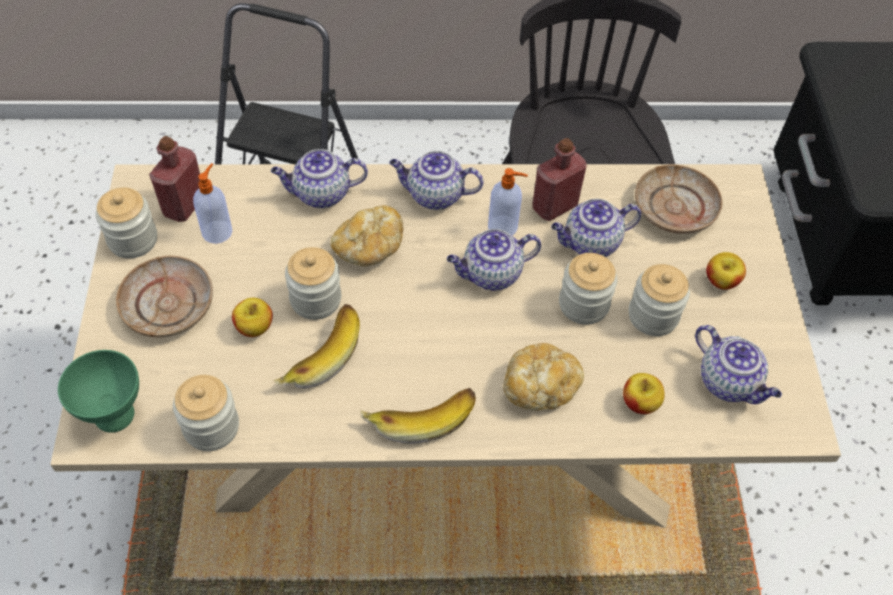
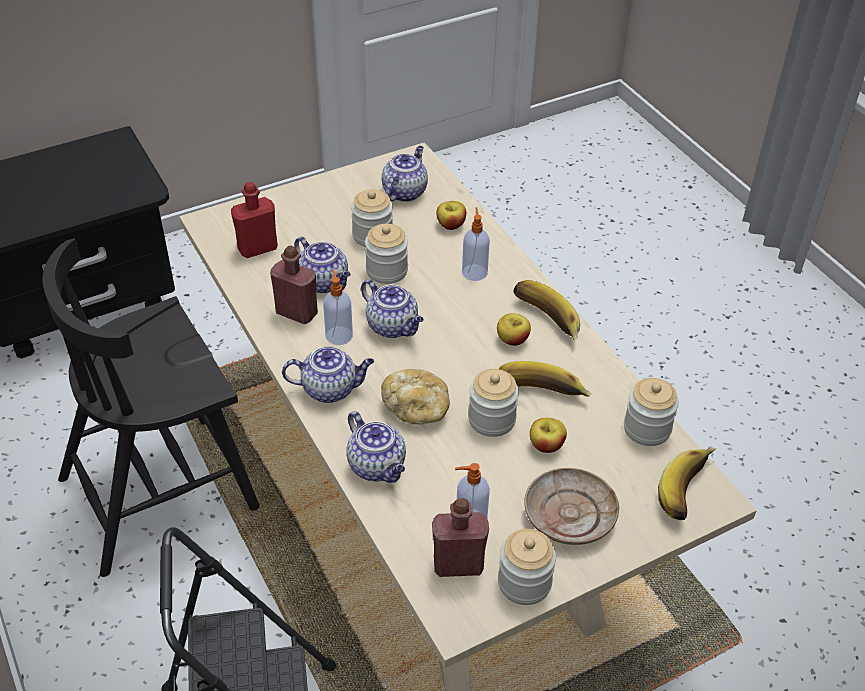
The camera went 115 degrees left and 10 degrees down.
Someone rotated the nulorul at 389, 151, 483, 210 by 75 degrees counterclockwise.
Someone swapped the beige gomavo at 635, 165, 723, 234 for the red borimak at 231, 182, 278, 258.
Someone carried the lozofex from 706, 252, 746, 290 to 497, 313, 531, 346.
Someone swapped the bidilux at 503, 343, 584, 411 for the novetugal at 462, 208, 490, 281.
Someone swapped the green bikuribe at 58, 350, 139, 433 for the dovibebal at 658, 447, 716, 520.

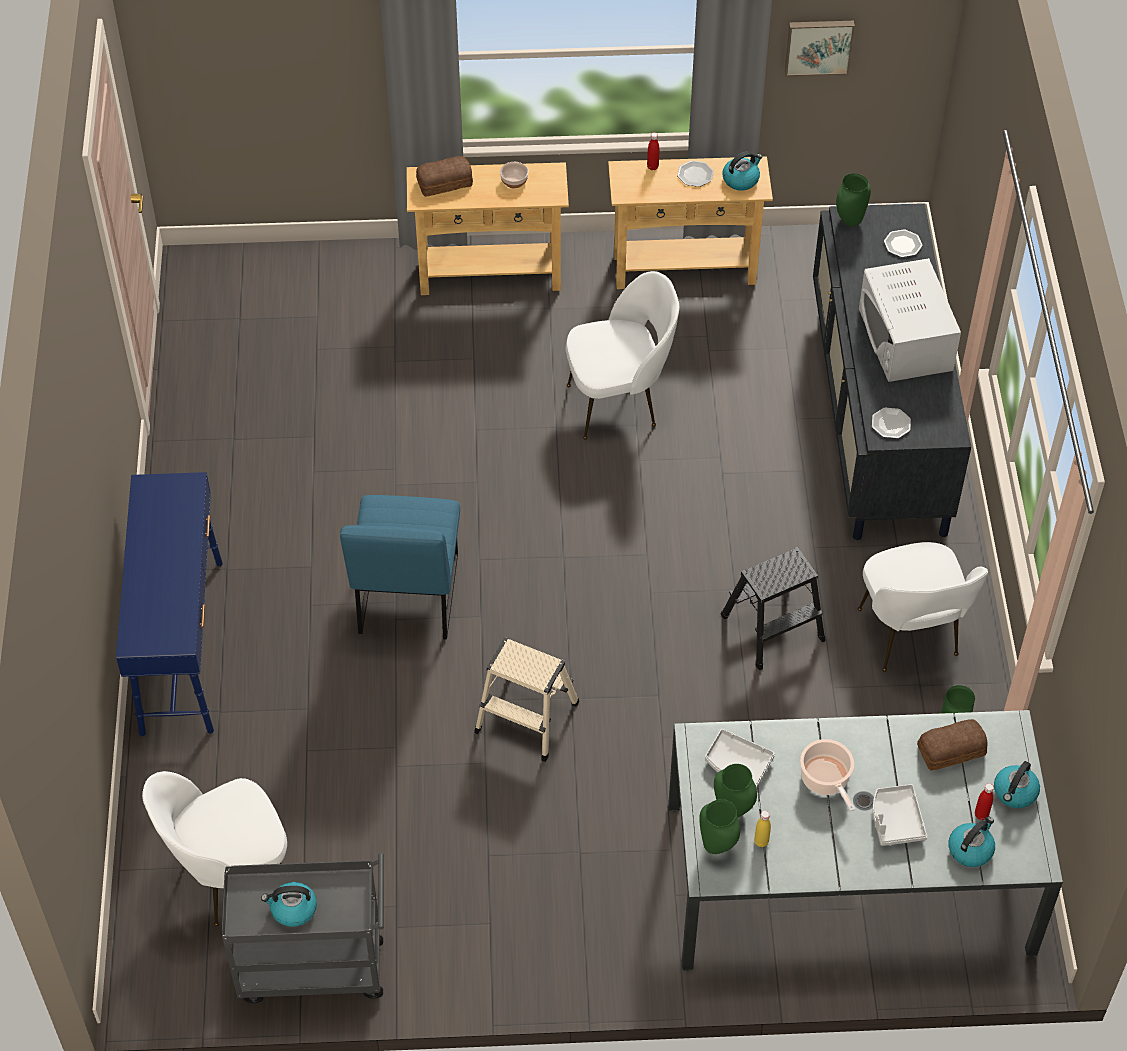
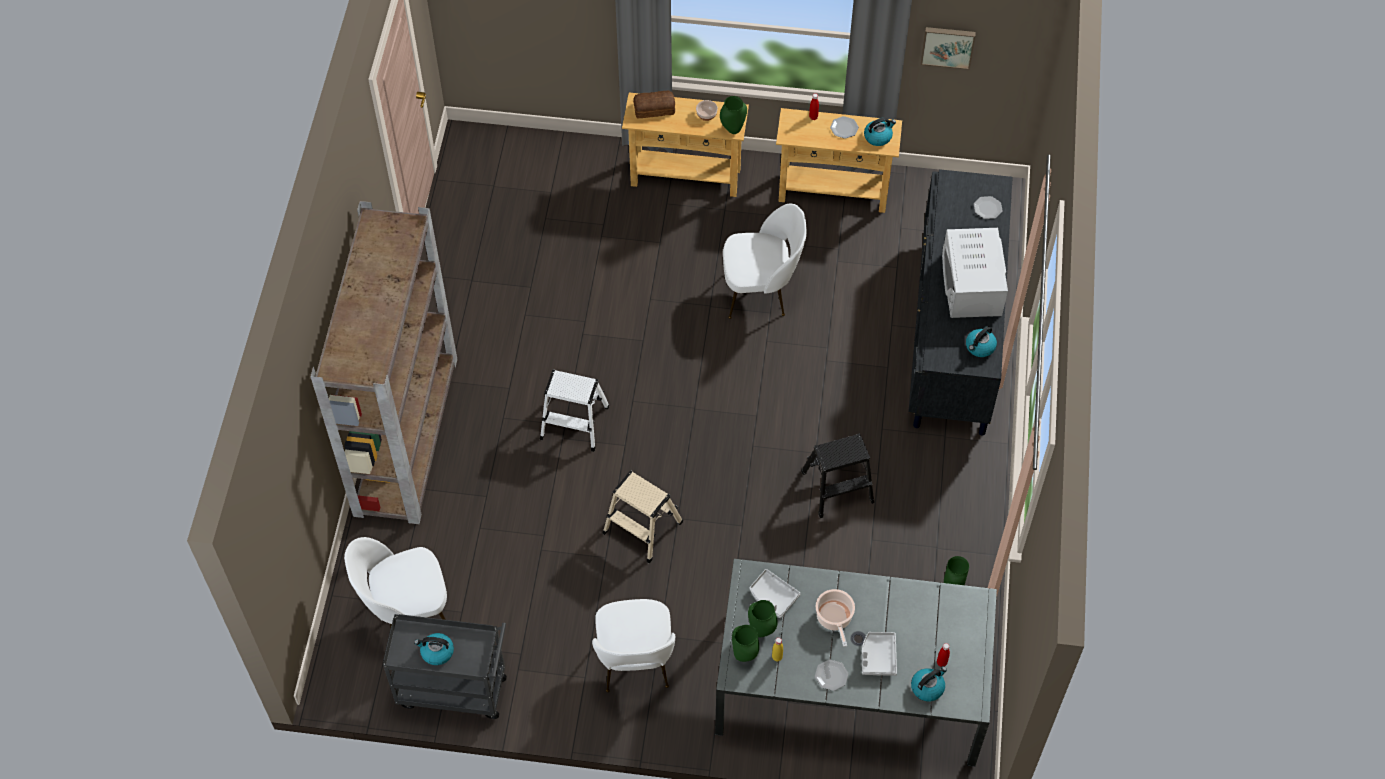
The camera went 10 degrees right and 5 degrees up.
Someone carried the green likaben from 836, 173, 871, 227 to 720, 96, 747, 134.
Someone carried the gomavo from 872, 408, 911, 438 to 815, 660, 848, 691.
Someone swapped the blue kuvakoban at 116, 472, 223, 736 for the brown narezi at 311, 201, 458, 524.
Someone swapped the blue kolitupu at 340, 495, 460, 640 for the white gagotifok at 540, 369, 610, 452.
Someone carried the white kolitupu from 858, 542, 988, 672 to 592, 599, 675, 692.
Someone took away the bidilux at 917, 719, 988, 771.
Someone carried the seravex from 994, 761, 1040, 808 to 966, 326, 997, 357.

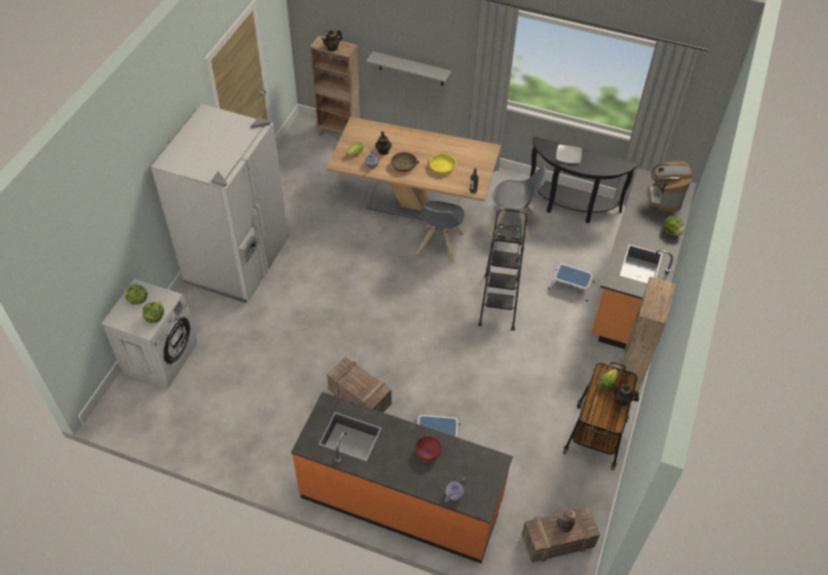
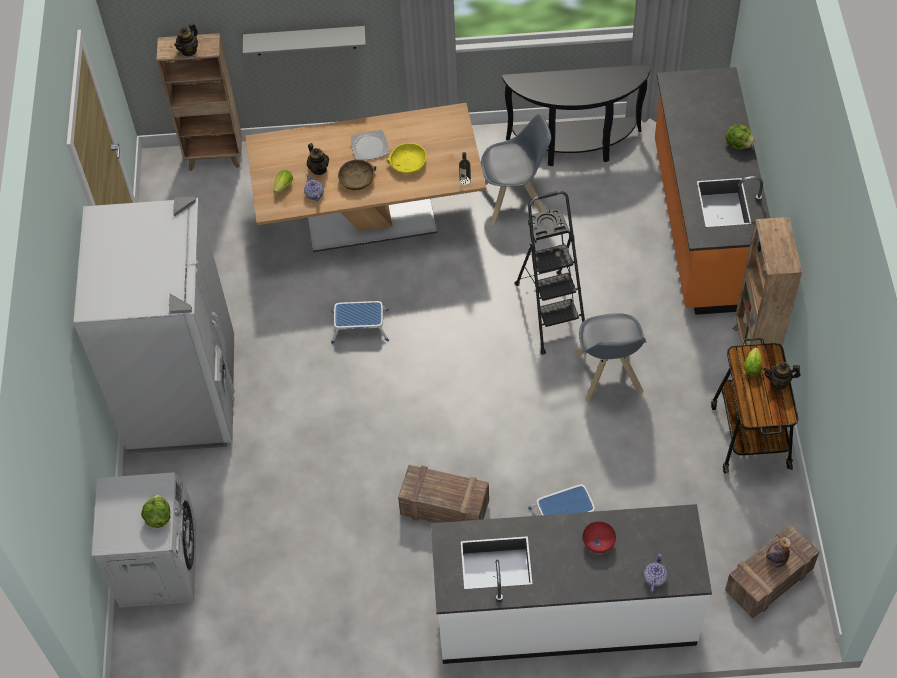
The camera went 20 degrees left and 5 degrees up.
Someone carried the gomavo from 556, 144, 582, 164 to 351, 130, 389, 160.
Someone took away the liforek at 649, 160, 693, 211.
Someone carried the grey kolitupu from 416, 201, 464, 263 to 575, 313, 646, 402.
Someone carried the blue gagotifok from 548, 264, 595, 302 to 331, 301, 389, 344.
Someone took away the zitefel at 123, 284, 147, 305.
Someone repainted the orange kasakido at 291, 392, 513, 563, which became the white kasakido at 431, 504, 712, 664.

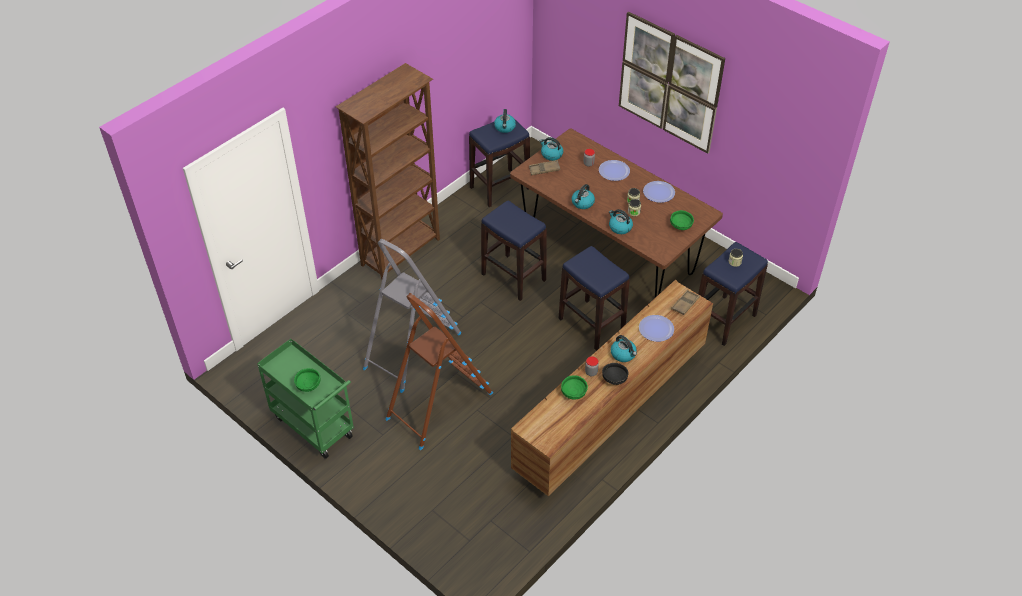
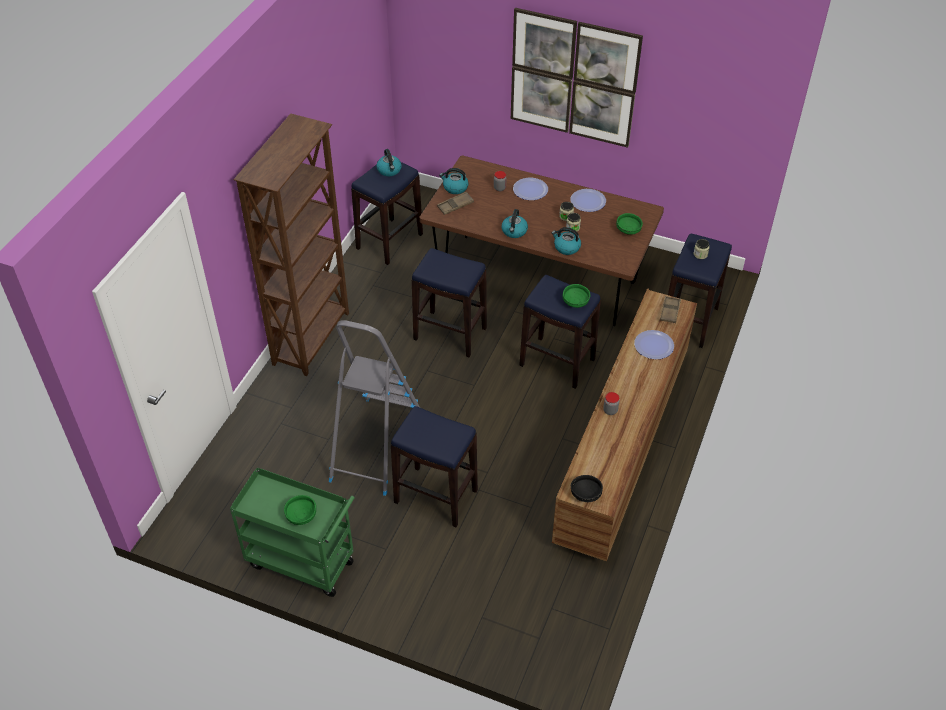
The camera went 20 degrees left and 0 degrees up.
Someone swapped the brown gagotifok at 386, 293, 493, 450 for the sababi at 391, 406, 478, 527.
Someone took away the seravex at 611, 335, 637, 362.
Someone carried the black bikuribe from 602, 363, 629, 385 to 571, 475, 603, 502.
Someone carried the green bikuribe from 561, 375, 588, 400 to 562, 284, 590, 308.

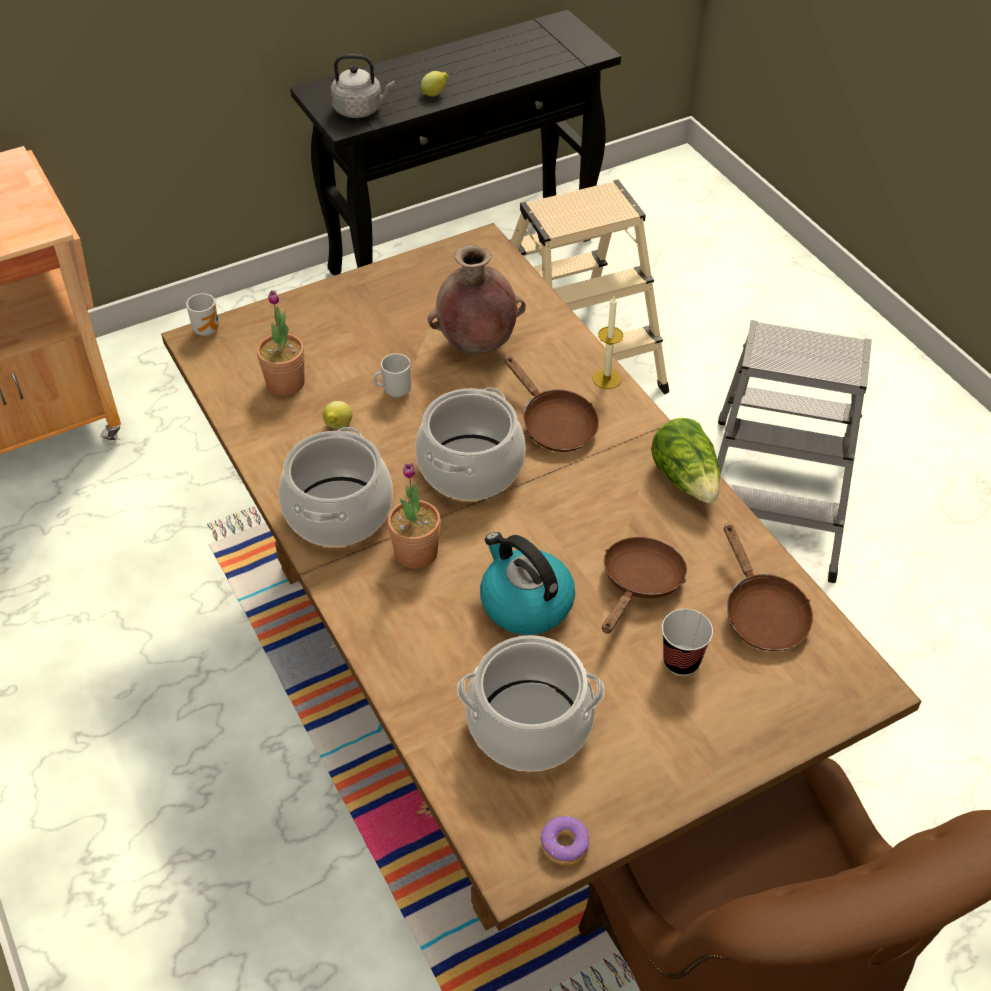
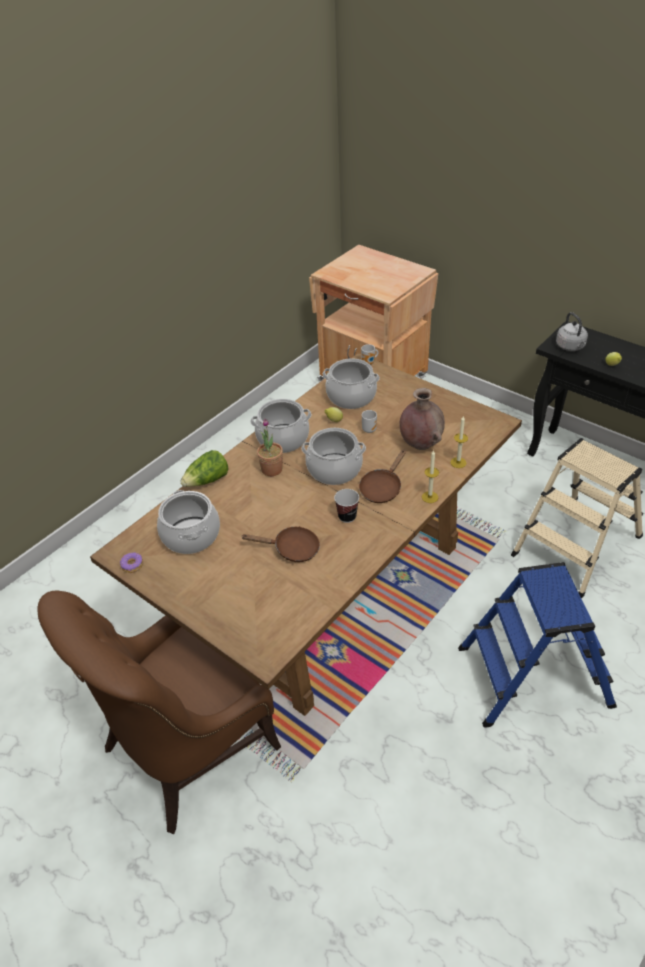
The camera went 70 degrees right and 5 degrees down.
Someone swapped the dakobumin at 257, 290, 305, 396 for the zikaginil at 323, 358, 380, 409.
Someone repainted the grey gagotifok at 717, 320, 872, 583, which became the blue gagotifok at 458, 562, 617, 728.
Someone carried the zitefel from 651, 418, 720, 503 to 180, 450, 229, 487.
Someone took away the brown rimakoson at 724, 523, 813, 651.
Someone took away the seravex at 480, 532, 575, 635.
Someone carried the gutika from 662, 609, 713, 676 to 334, 489, 359, 523.
Someone put down the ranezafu at 450, 416, 468, 468.

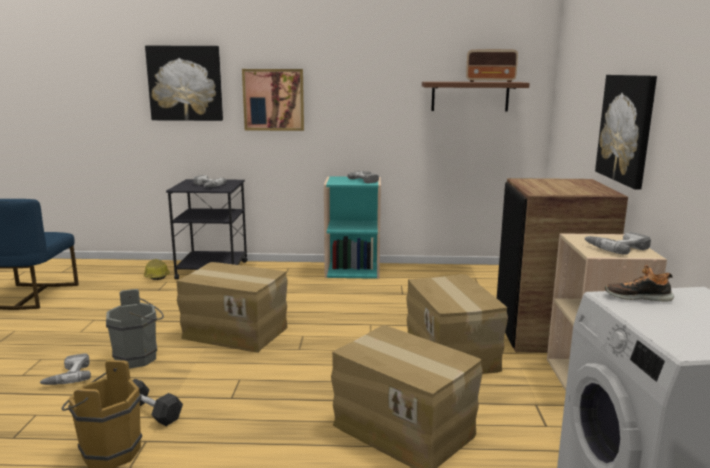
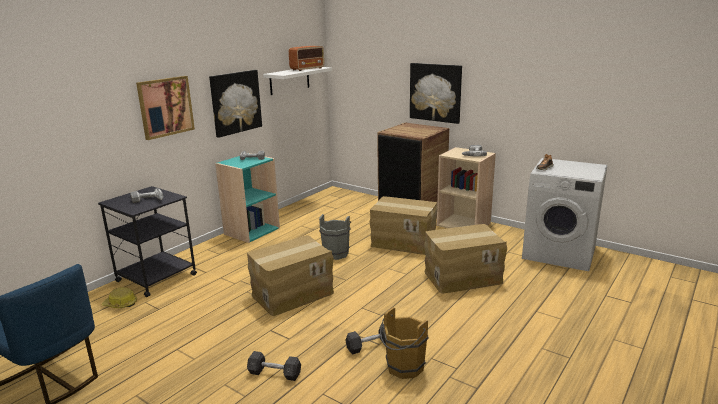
The camera went 55 degrees left and 5 degrees up.
Someone carried the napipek from 145, 46, 223, 121 to 209, 70, 262, 138.
Someone repainted the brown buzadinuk at 422, 82, 530, 111, which became the white buzadinuk at 263, 67, 332, 95.
Someone carried the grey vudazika from 106, 289, 164, 369 to 319, 214, 351, 260.
Someone swapped the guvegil at 39, 353, 91, 385 for the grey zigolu at 247, 351, 301, 381.

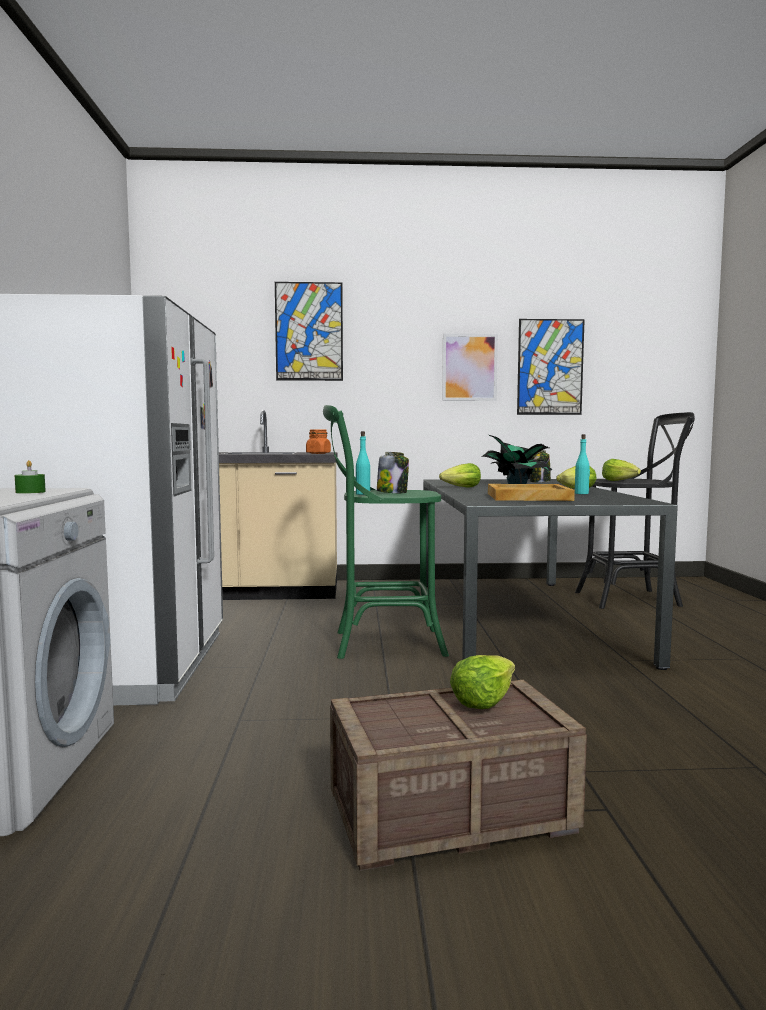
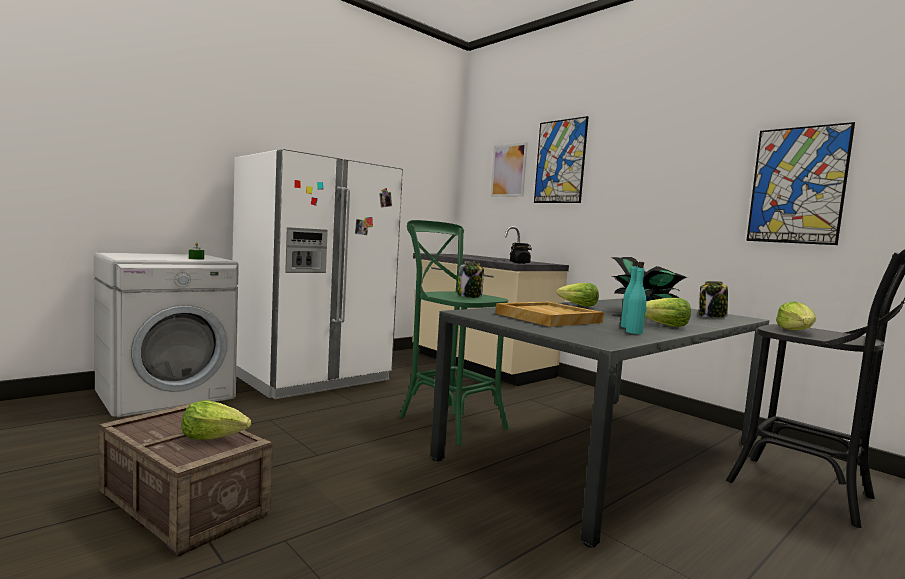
The camera went 50 degrees right and 0 degrees up.
Someone carried the napipek from 442, 334, 498, 401 to 490, 142, 528, 197.
Someone repainted the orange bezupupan at 306, 429, 331, 454, which became the black bezupupan at 510, 243, 532, 264.
Someone carried the turquoise borimak from 356, 431, 370, 495 to 626, 262, 647, 334.

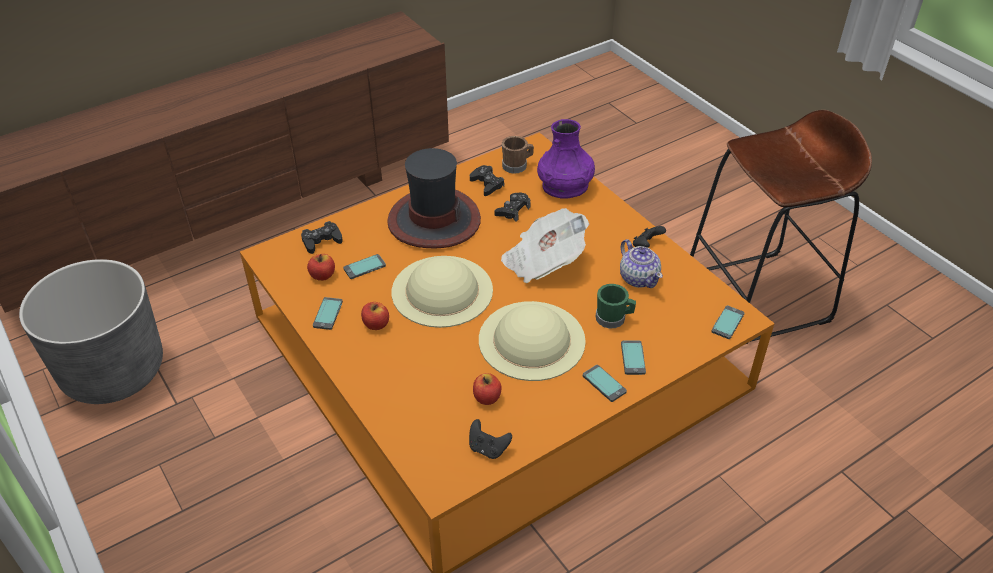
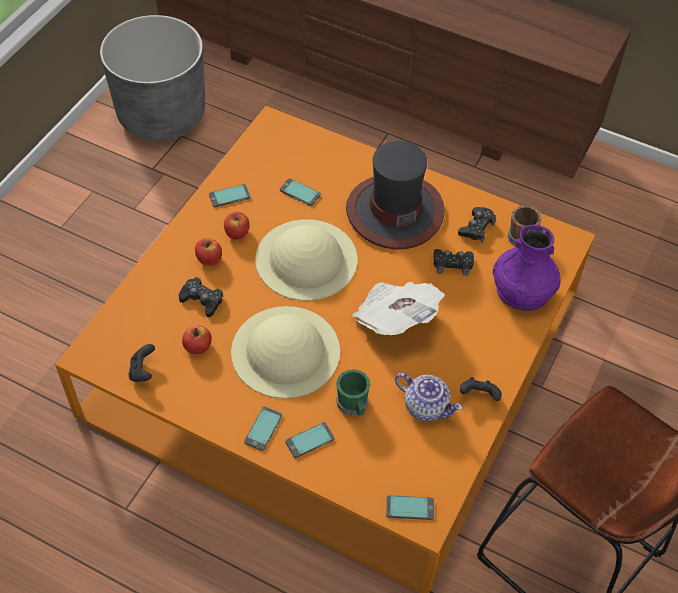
The camera went 60 degrees right and 10 degrees up.
Someone carried the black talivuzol from 301, 221, 343, 254 to 179, 277, 223, 317.
Someone rotated the nulorul at 620, 239, 663, 288 by 90 degrees counterclockwise.
Someone carried the lozofex from 307, 254, 335, 281 to 195, 238, 222, 266.

